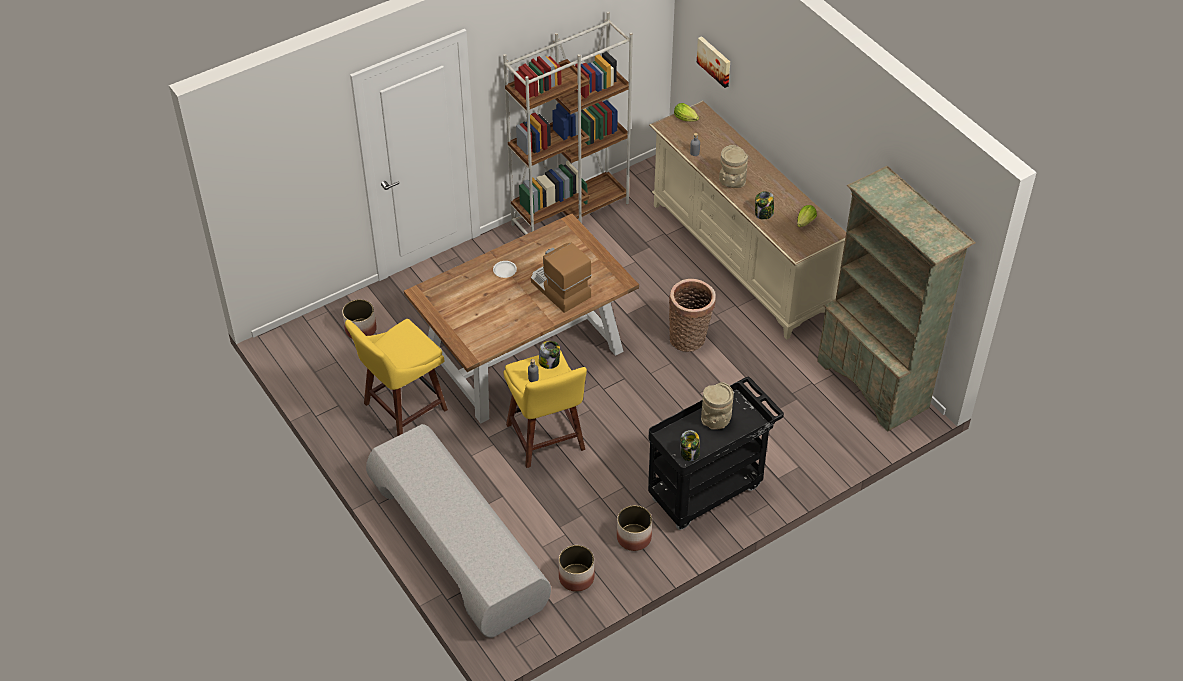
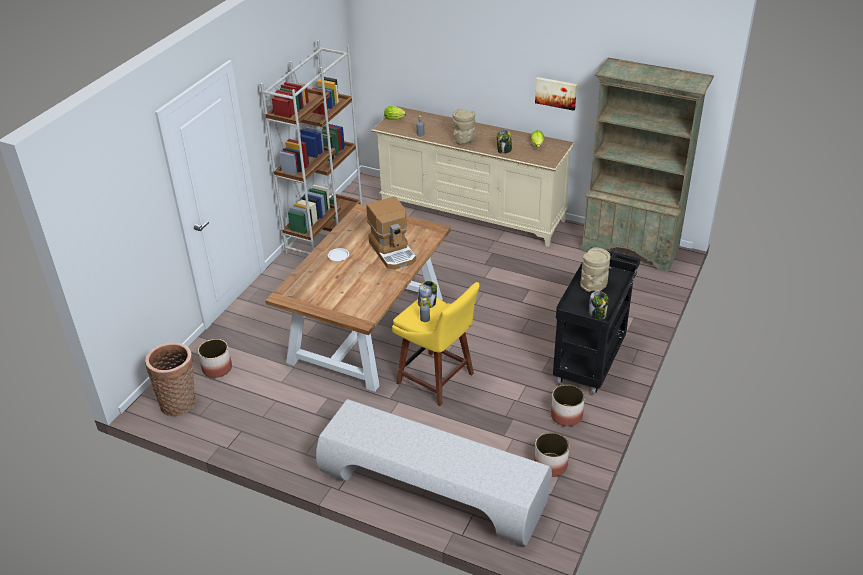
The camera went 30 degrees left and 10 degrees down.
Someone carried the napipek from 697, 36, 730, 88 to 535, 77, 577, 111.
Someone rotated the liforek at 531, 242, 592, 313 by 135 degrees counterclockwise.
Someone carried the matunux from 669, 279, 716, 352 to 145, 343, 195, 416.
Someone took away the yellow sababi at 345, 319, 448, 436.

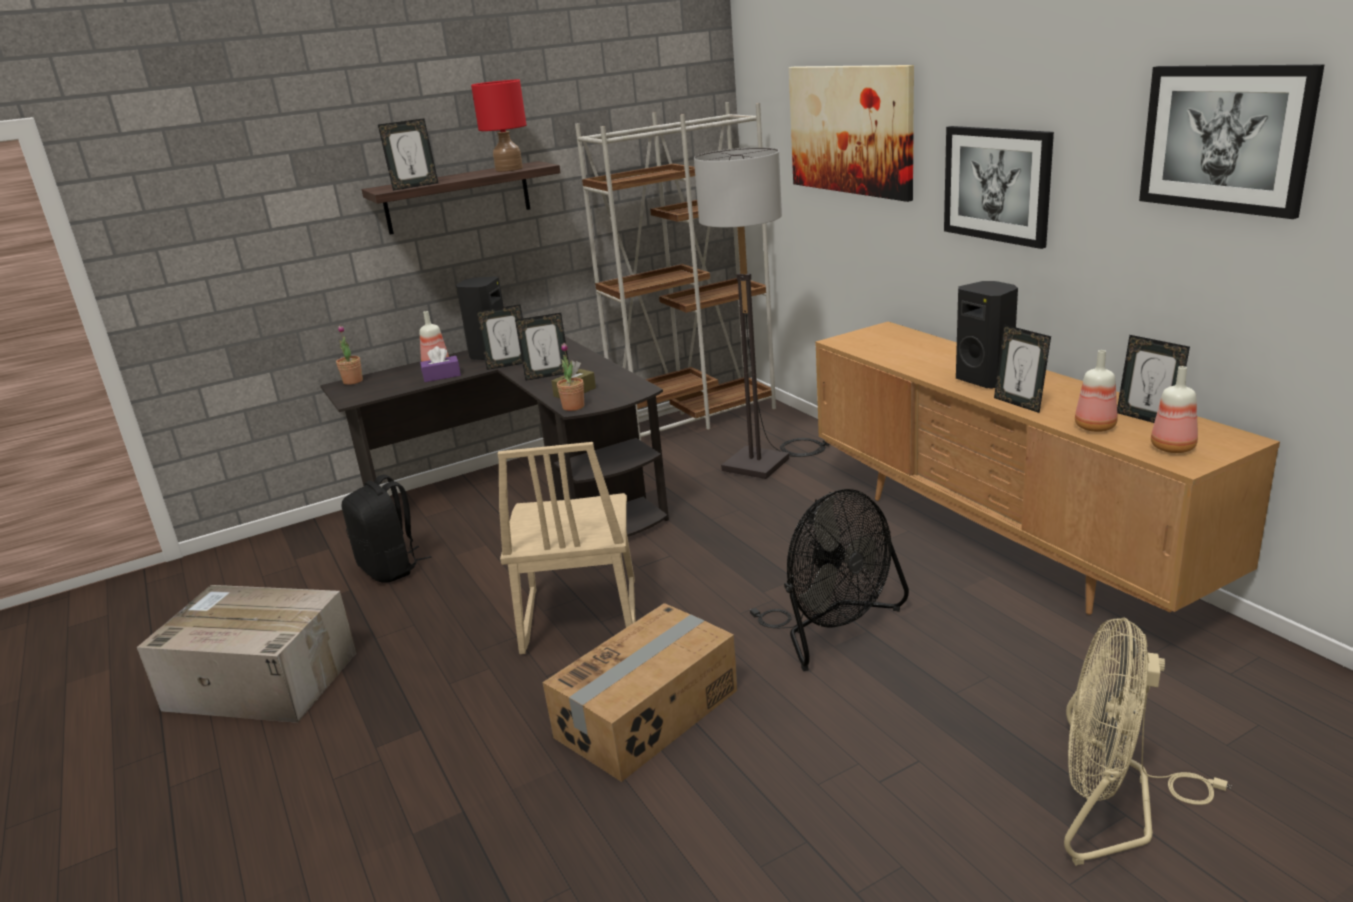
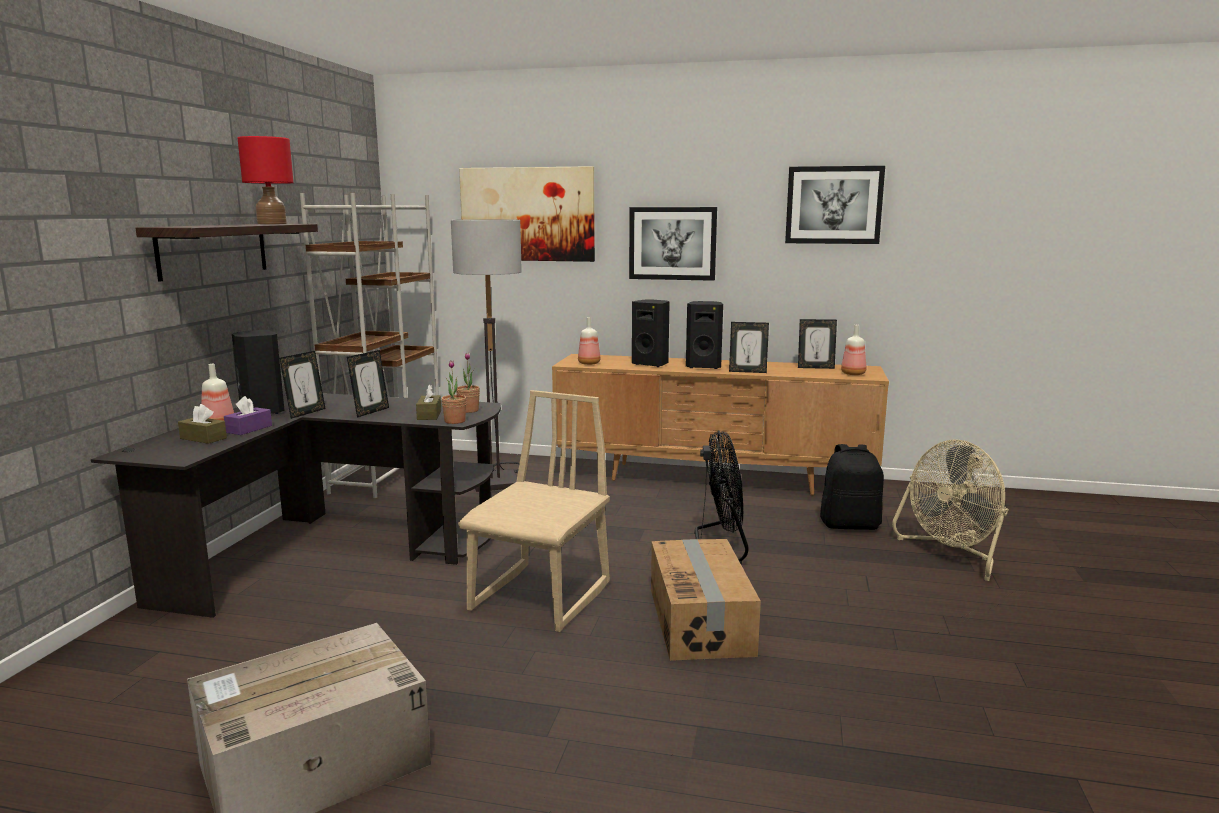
The camera went 50 degrees left and 10 degrees down.
Someone took away the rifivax at 378, 118, 438, 191.
Someone carried the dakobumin from 336, 325, 363, 385 to 456, 353, 480, 413.
Someone carried the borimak from 1075, 350, 1118, 432 to 578, 317, 600, 365.
Someone rotated the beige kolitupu at 498, 442, 636, 654 by 105 degrees counterclockwise.
Someone carried the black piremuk from 342, 475, 432, 583 to 820, 444, 884, 530.
Someone put down the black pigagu at 632, 300, 670, 367.
Someone put down the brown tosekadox at 178, 404, 227, 444.

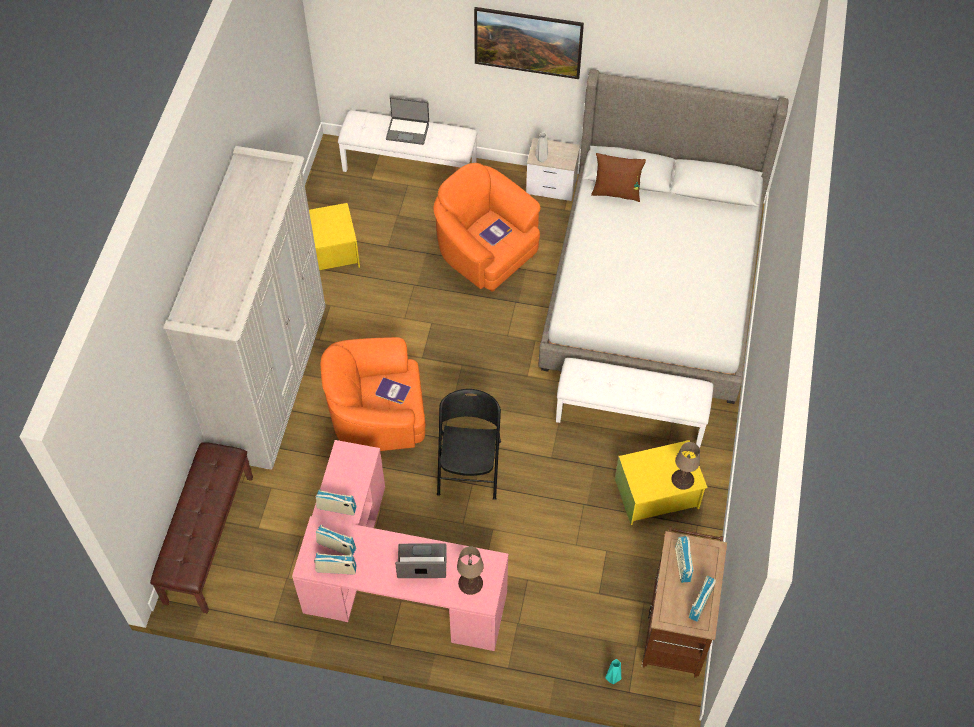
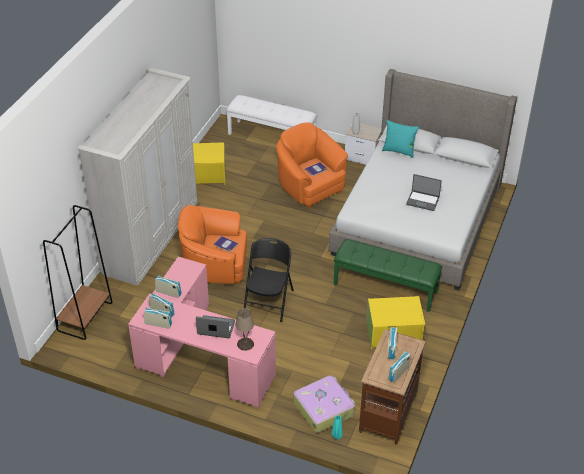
The camera went 10 degrees right and 15 degrees down.
Someone took away the napipek at 474, 7, 584, 79.
Someone carried the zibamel from 386, 97, 429, 145 to 406, 174, 442, 211.
Someone repainted the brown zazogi at 591, 153, 646, 202, which became the turquoise zazogi at 382, 120, 419, 158.
Someone repainted the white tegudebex at 556, 358, 713, 448, which became the green tegudebex at 334, 239, 442, 312.
Someone swapped the brown tegudebex at 150, 442, 253, 613 for the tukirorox at 43, 205, 113, 340.
Someone took away the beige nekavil at 671, 442, 700, 490.
Someone put down the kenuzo at 294, 375, 355, 433.

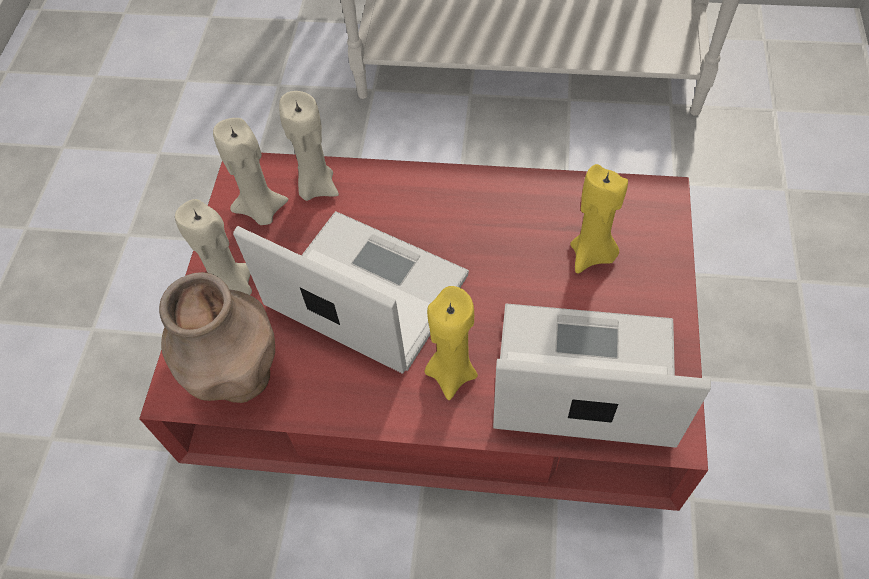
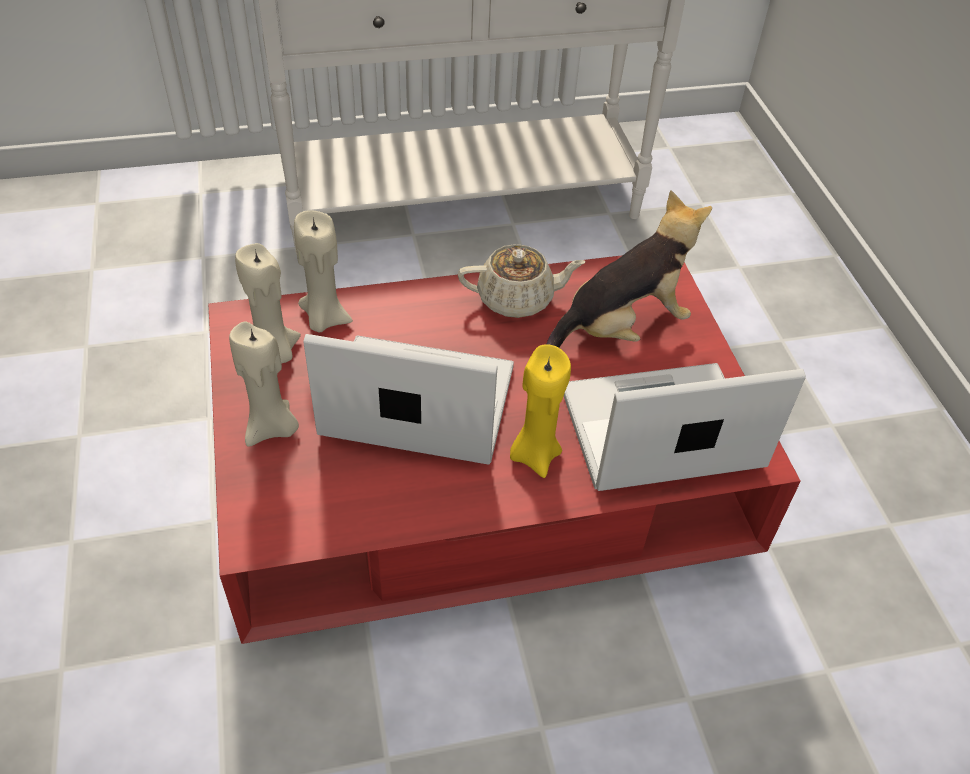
The camera went 25 degrees left and 10 degrees down.
Someone swapped the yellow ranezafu at 570, 164, 628, 274 for the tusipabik at 546, 190, 712, 348.
Someone took away the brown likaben at 159, 272, 275, 403.
Someone put down the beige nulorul at 458, 244, 586, 318.

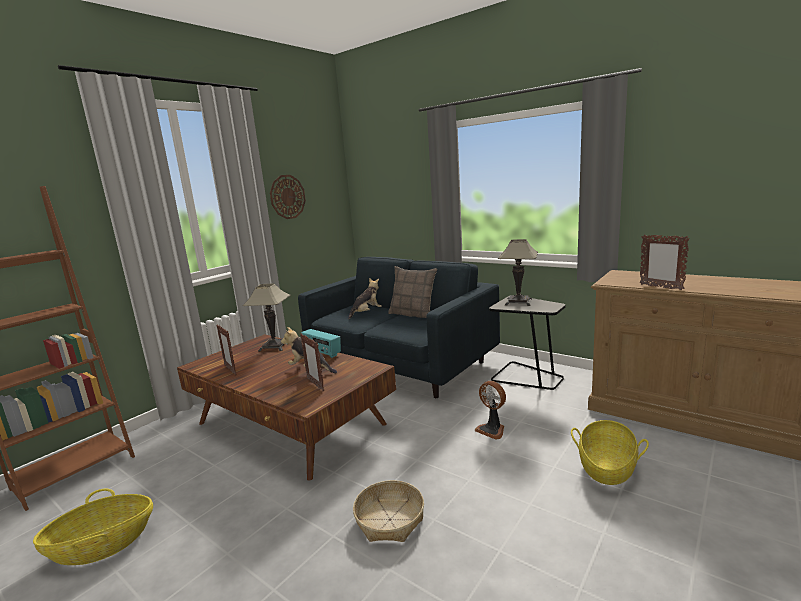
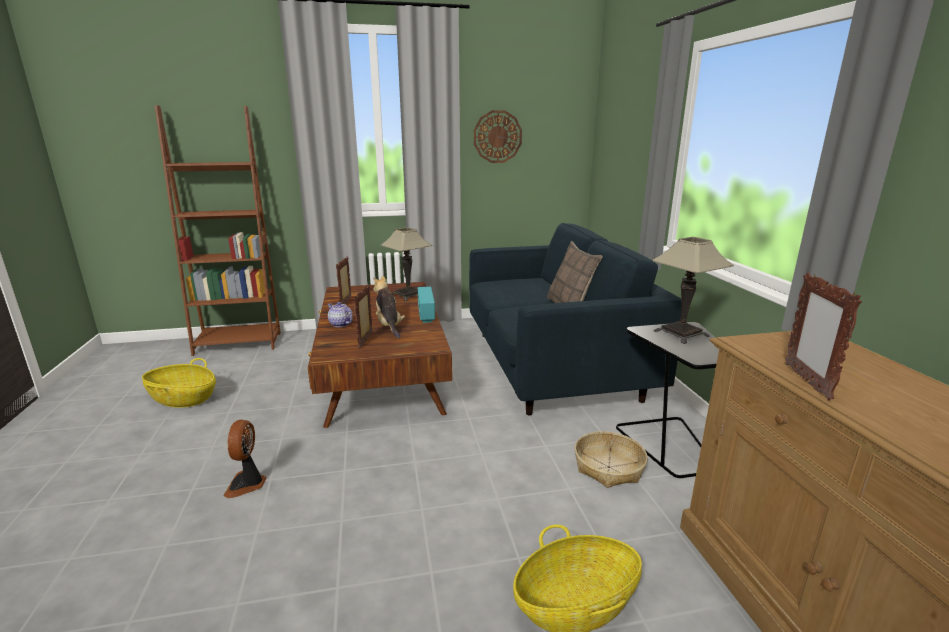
The camera went 40 degrees right and 5 degrees up.
Someone took away the tusipabik at 348, 278, 382, 319.
Someone carried the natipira from 475, 381, 506, 440 to 223, 420, 267, 498.
Someone carried the matunux from 353, 480, 424, 542 to 575, 431, 648, 488.
Someone put down the nulorul at 328, 302, 353, 327.

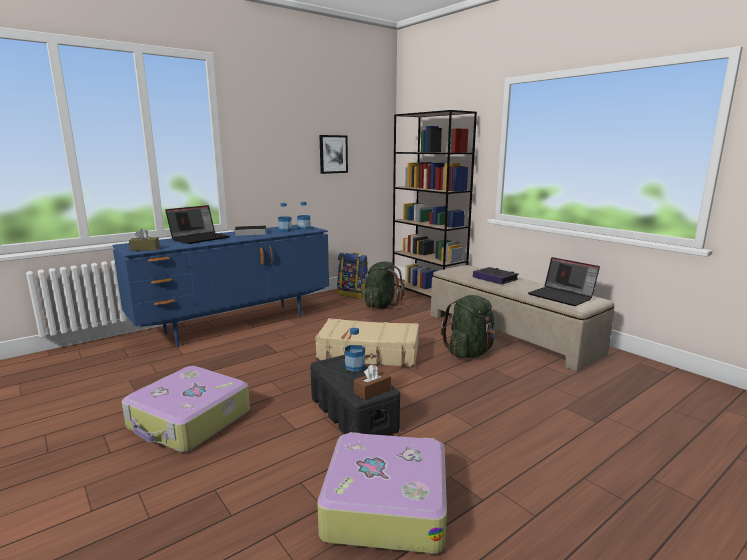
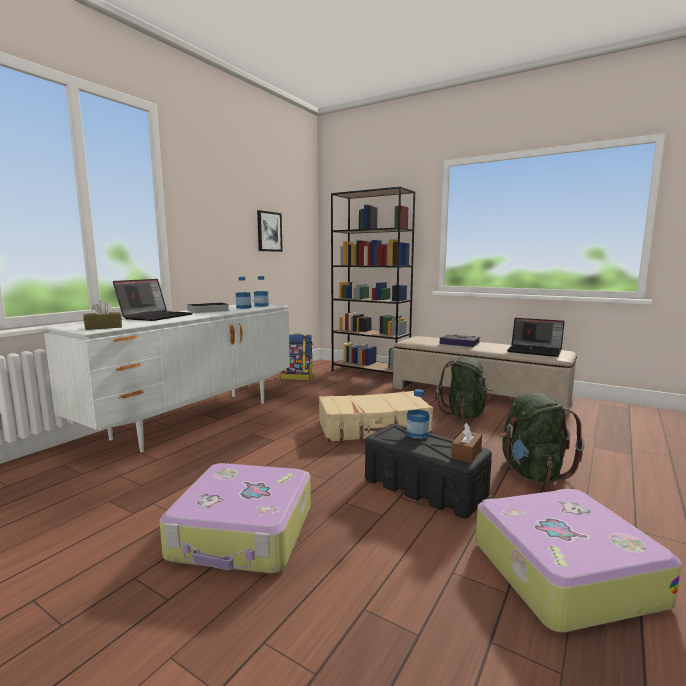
The camera went 20 degrees left and 5 degrees down.
Someone repainted the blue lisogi at 112, 225, 329, 347, which became the white lisogi at 43, 303, 290, 452.
Someone carried the green piremuk from 363, 262, 405, 310 to 500, 393, 585, 482.

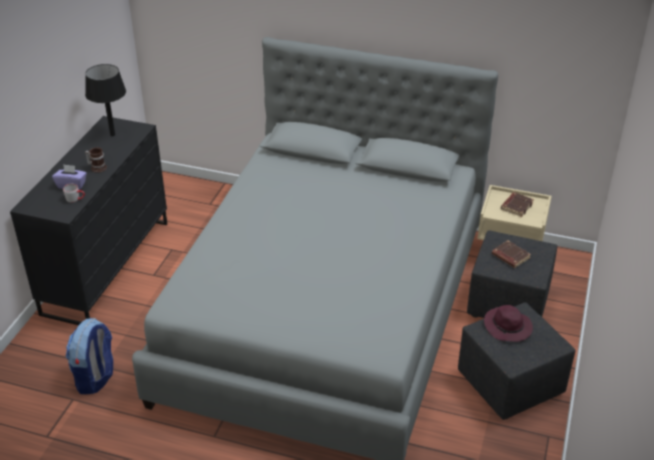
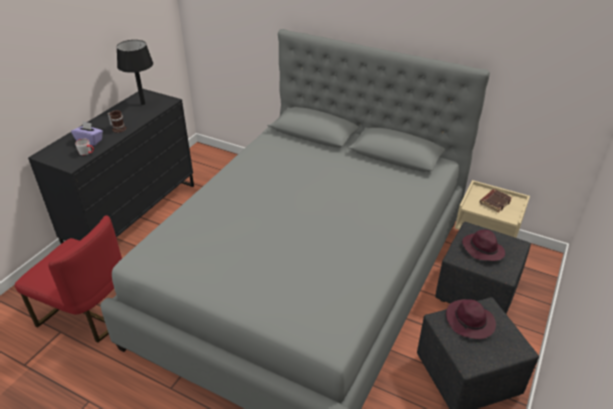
The camera went 10 degrees right and 0 degrees up.
Someone swapped the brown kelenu at 492, 240, 531, 268 for the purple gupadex at 462, 230, 505, 261.
Someone swapped the piremuk at 66, 318, 113, 394 for the red kolitupu at 15, 215, 122, 343.

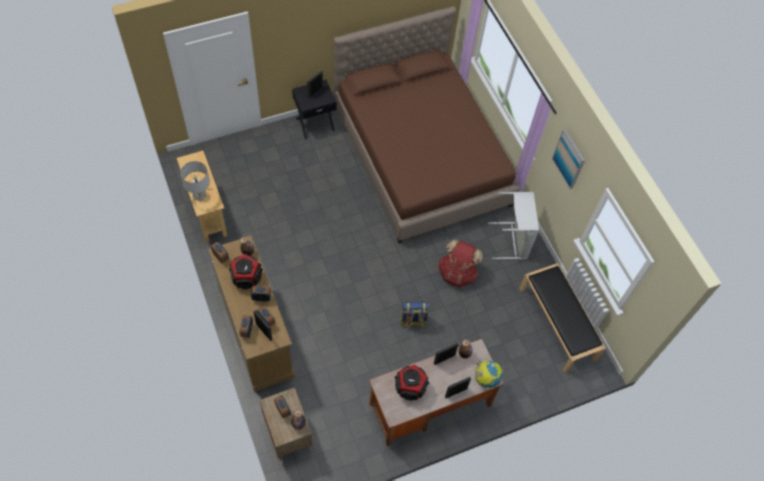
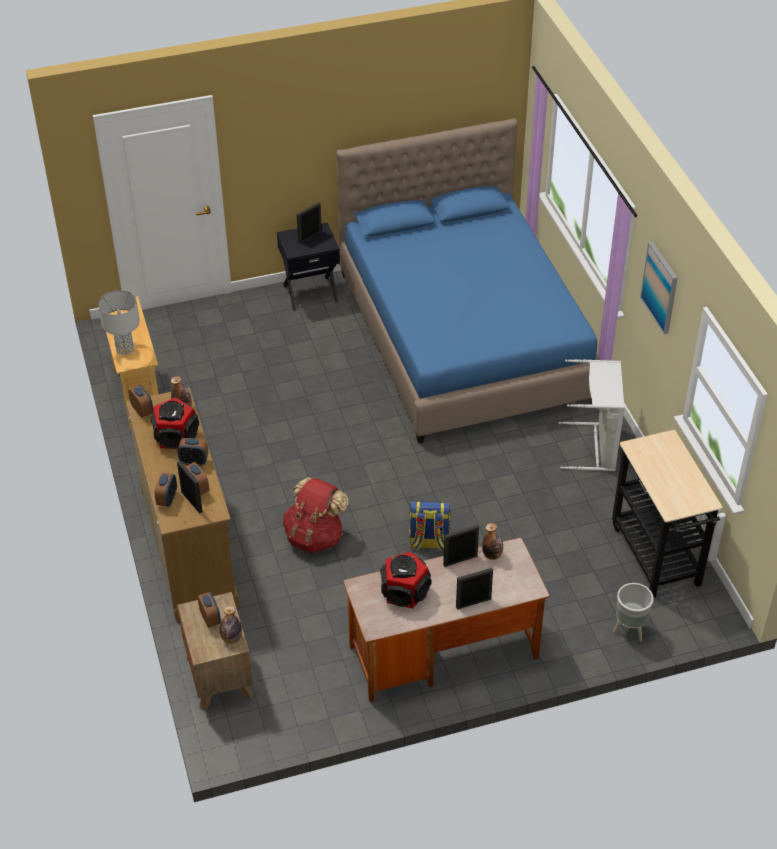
The camera went 10 degrees right and 15 degrees down.
Someone repainted the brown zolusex at 333, 6, 520, 243, which became the blue zolusex at 337, 118, 600, 443.
Someone carried the red piremuk from 438, 240, 483, 287 to 283, 477, 349, 553.
Someone swapped the black tegudebex at 519, 263, 606, 373 for the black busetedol at 612, 430, 723, 598.
Someone took away the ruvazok at 475, 360, 503, 389.
Someone put down the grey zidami at 613, 583, 654, 641.

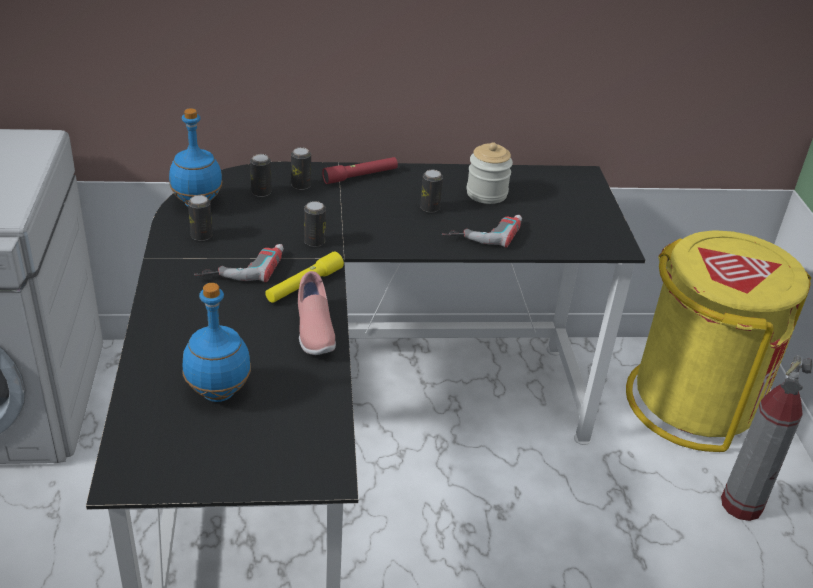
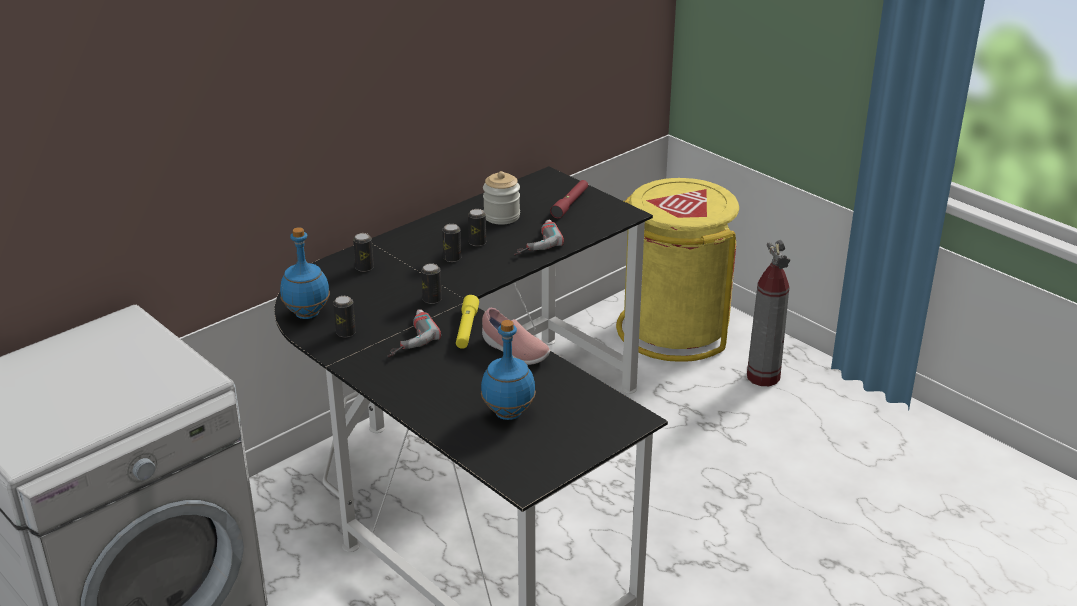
The camera went 35 degrees left and 5 degrees down.
Someone carried the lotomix from 250, 154, 272, 197 to 442, 224, 462, 262.
Someone carried the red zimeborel from 322, 157, 398, 184 to 550, 180, 588, 218.

